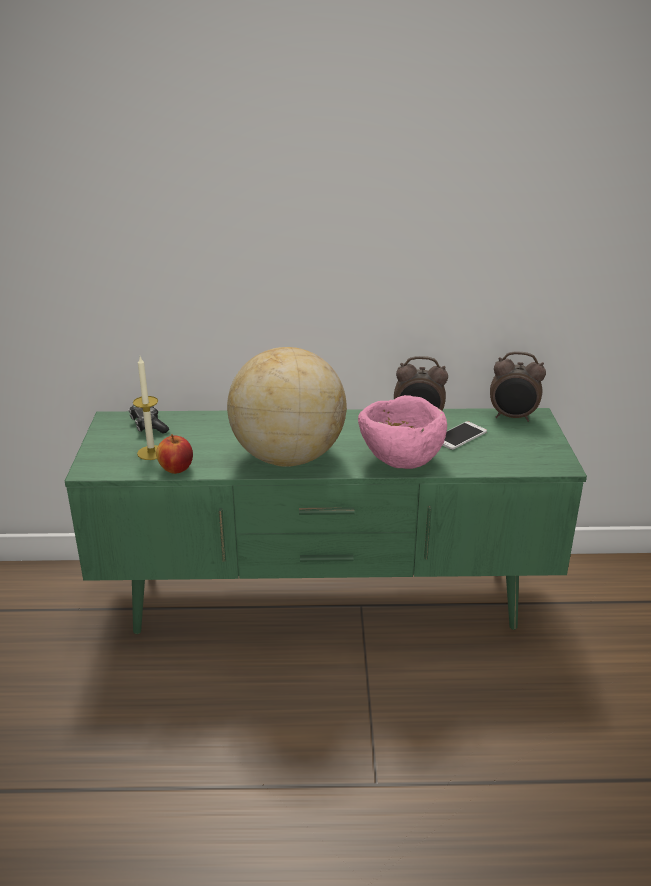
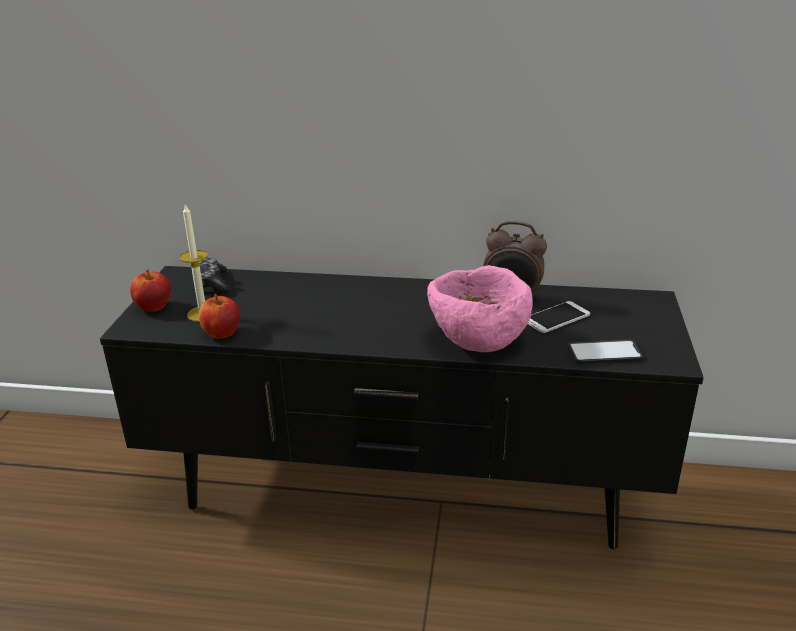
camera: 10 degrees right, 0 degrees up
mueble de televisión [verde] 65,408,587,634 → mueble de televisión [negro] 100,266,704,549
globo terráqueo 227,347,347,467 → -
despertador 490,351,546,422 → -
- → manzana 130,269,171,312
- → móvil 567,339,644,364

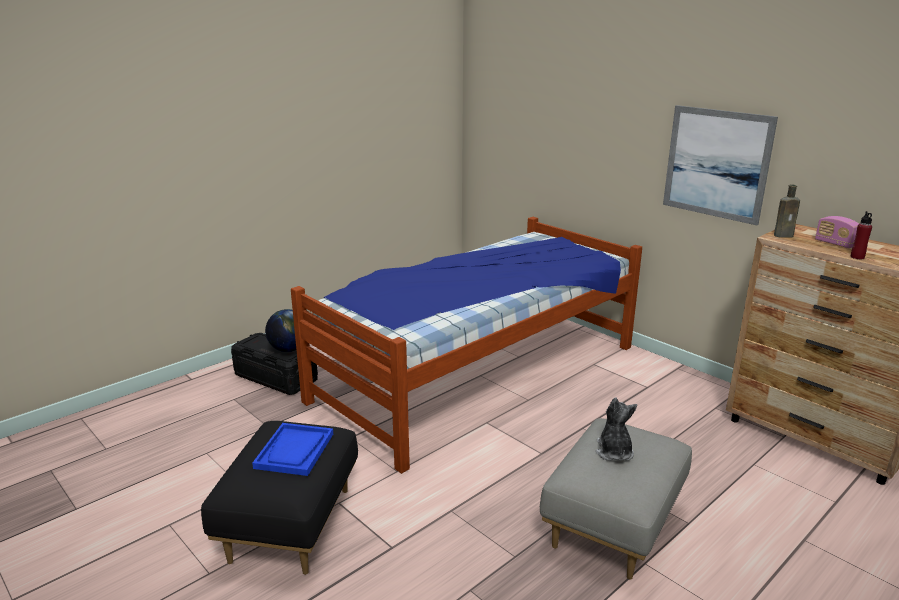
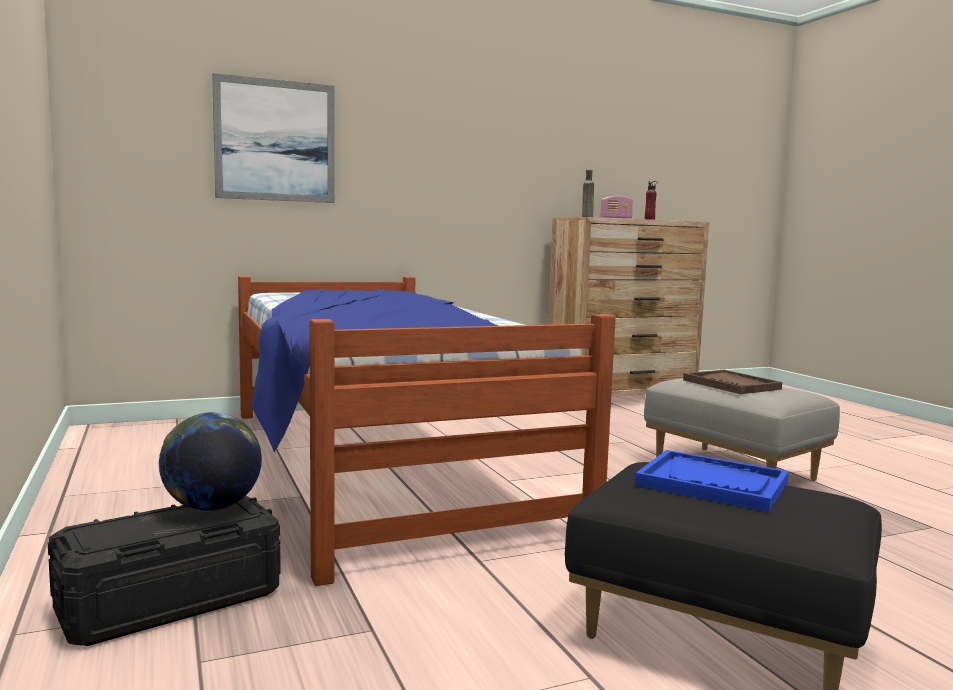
camera: 70 degrees left, 15 degrees down
peluche 596,397,637,461 → bandeja [marrón] 683,370,782,394
cuadro 663,105,778,225 → cuadro 212,73,335,203, move

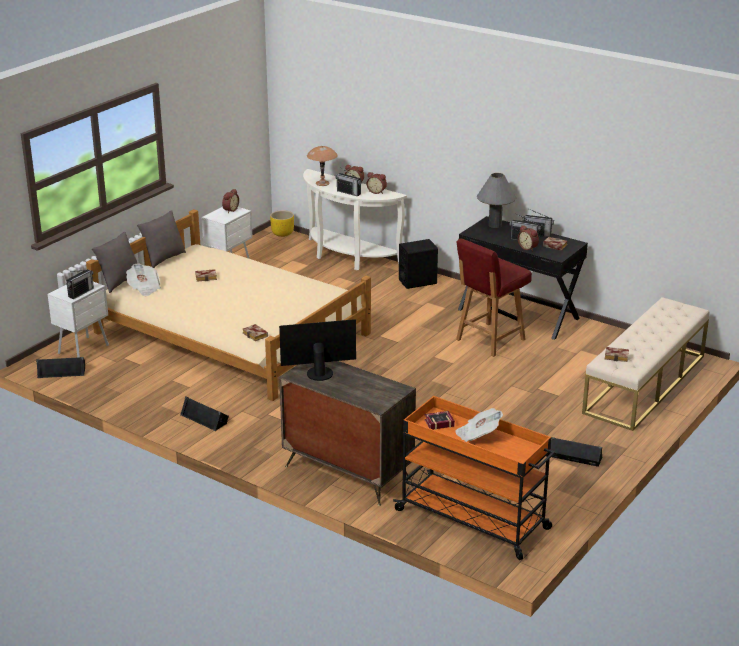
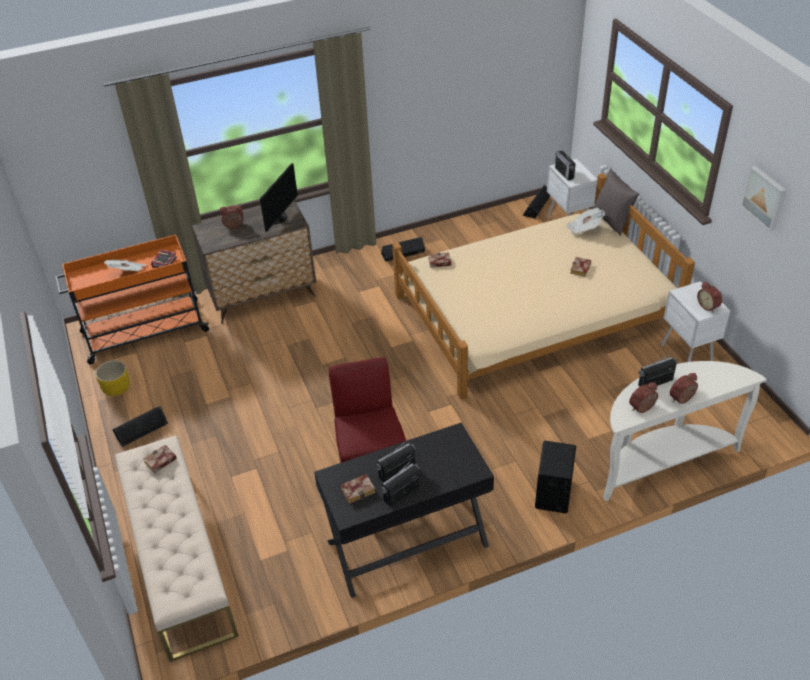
camera: 125 degrees right, 15 degrees up
cojín [gris] 137,210,186,268 → -
maceta [amarillo] 270,210,294,237 → maceta [amarillo] 95,360,130,396, move
lámpara de mesa [marrón] 307,146,338,186 → -
lámpara de mesa [gris] 477,173,516,228 → -
despertador 518,225,539,251 → despertador 220,205,243,229, move
- → cuadro 741,165,786,231

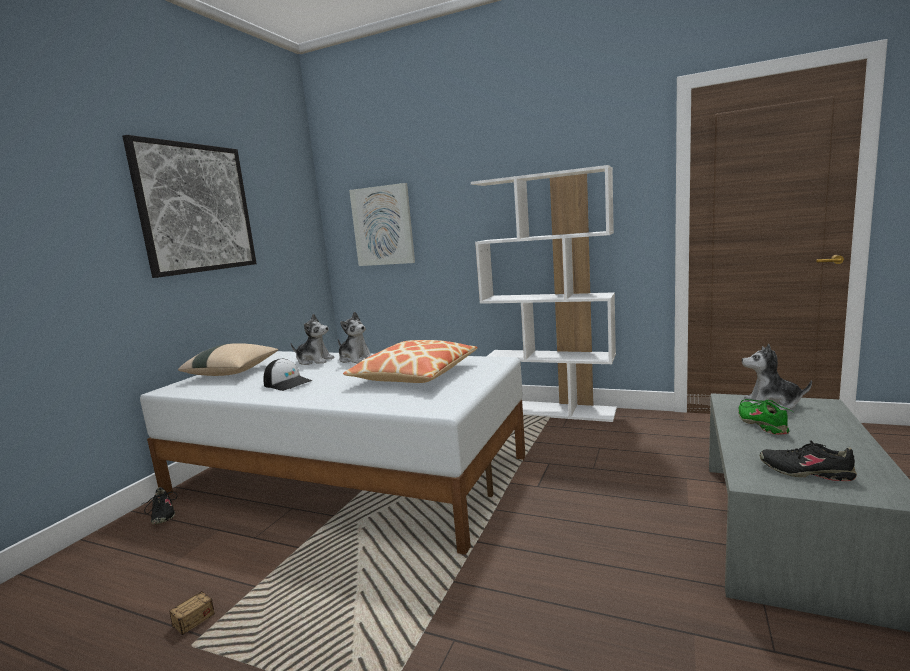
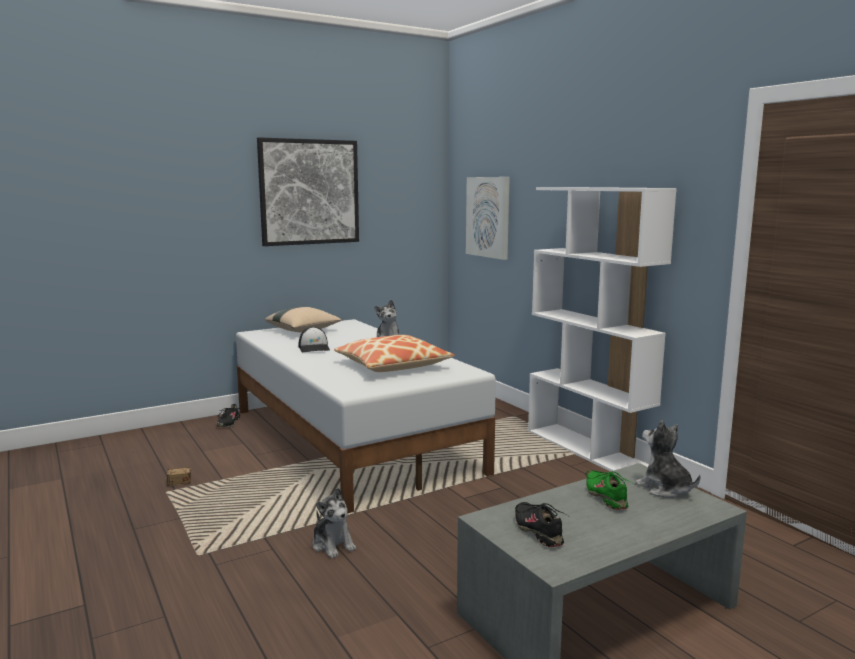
camera: 35 degrees right, 0 degrees up
peluche 291,314,334,365 → peluche 312,488,356,558, move
zapato [verde] 738,399,793,435 → zapato [verde] 586,470,635,510, 45 degrees counterclockwise

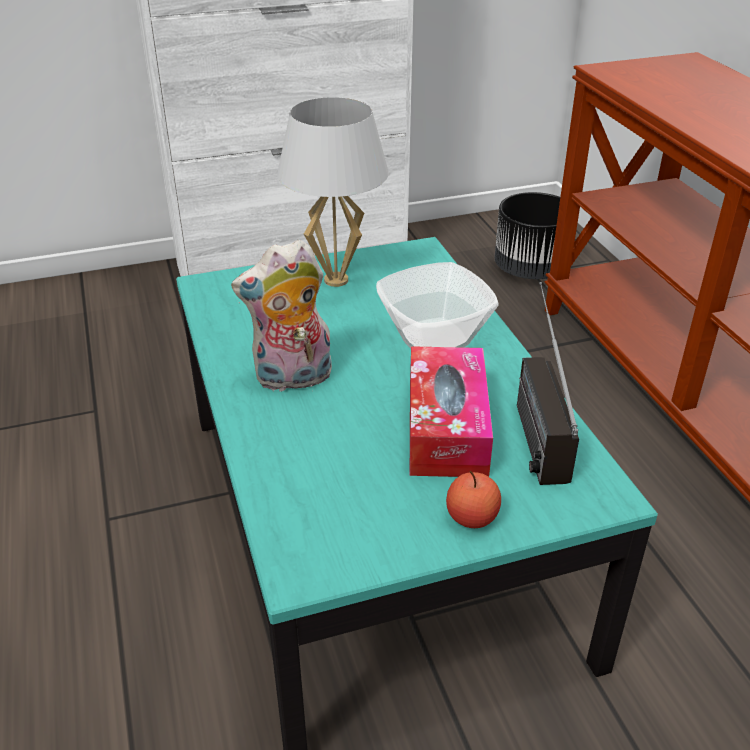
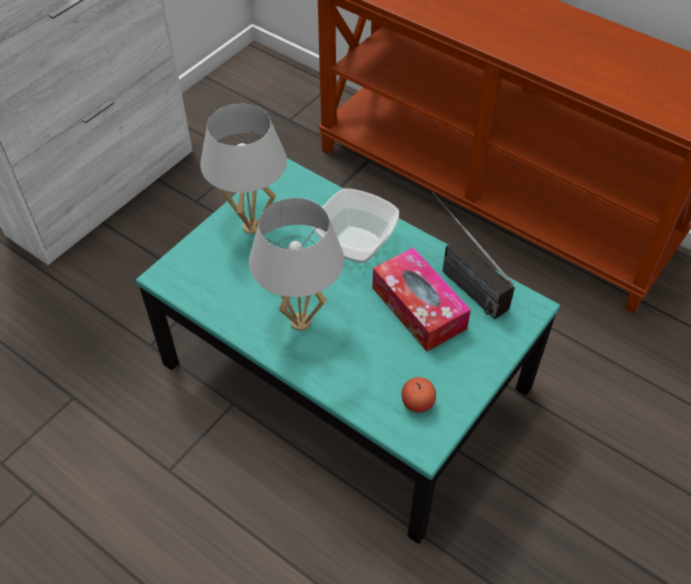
camera: 35 degrees left, 15 degrees up
peluche 231,239,332,392 → lámpara de mesa [blanco] 249,198,344,331
manzana 446,471,501,528 → manzana 402,377,436,413, move
maceta [negro] 495,192,560,279 → -

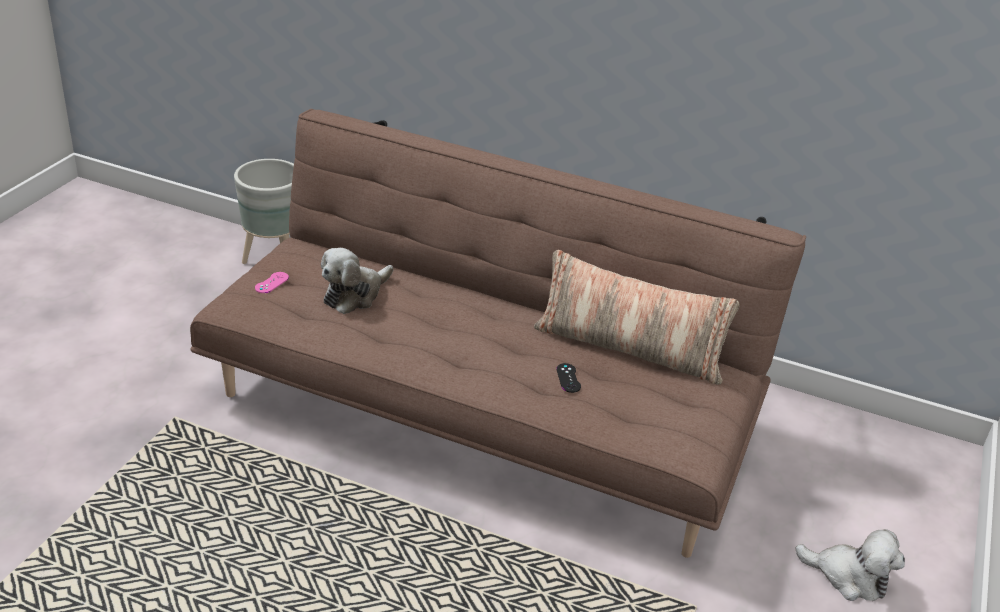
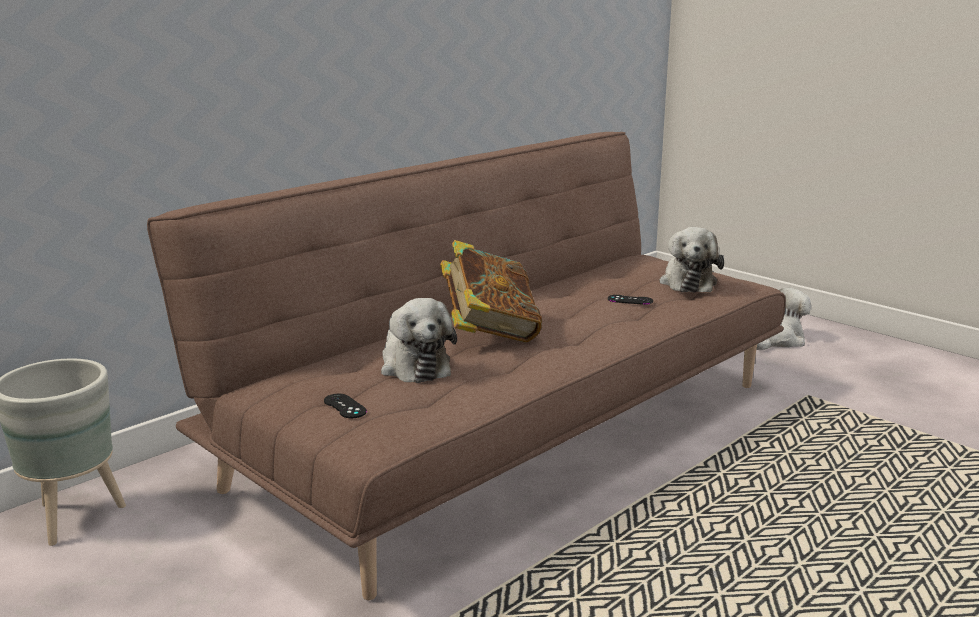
camera: 65 degrees left, 15 degrees down
mando de consola [rosa] 255,272,289,293 → mando de consola [negro] 324,394,367,418
cojín 534,250,740,385 → -
- → libro 440,240,542,342
- → peluche 659,227,724,293

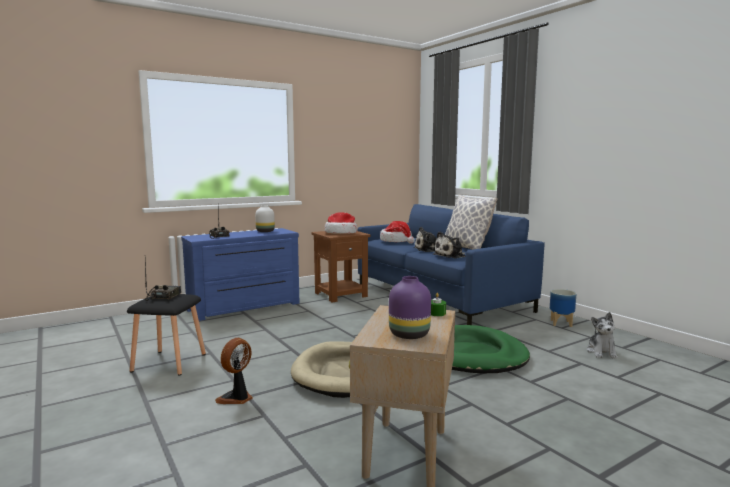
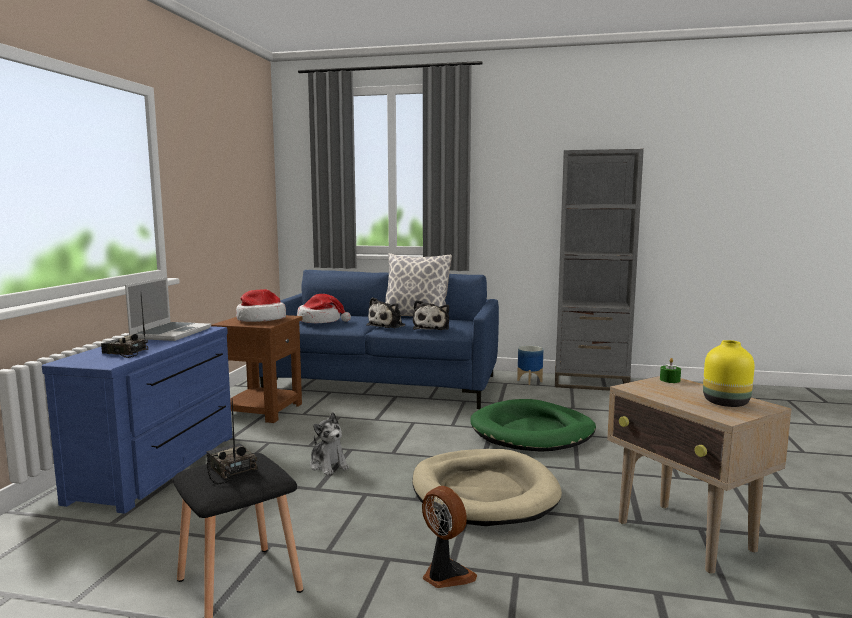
camera: 45 degrees left, 0 degrees up
ventilador 215,338,253,404 → ventilador 422,486,477,588, 150 degrees clockwise
florero [blanco] 255,205,275,232 → portátil 125,277,211,341
florero [morado] 389,276,431,339 → florero [amarillo] 703,340,754,407
peluche 587,312,618,359 → peluche 310,412,350,475, move
- → estantería [gris] 555,149,644,391

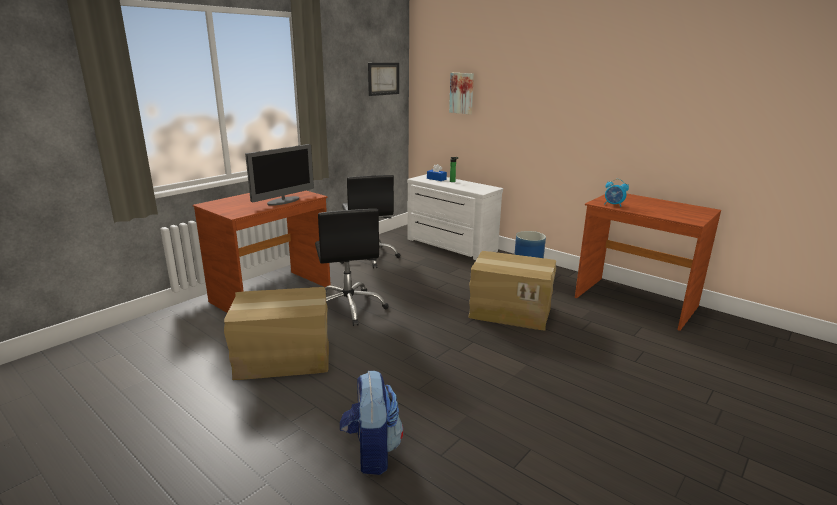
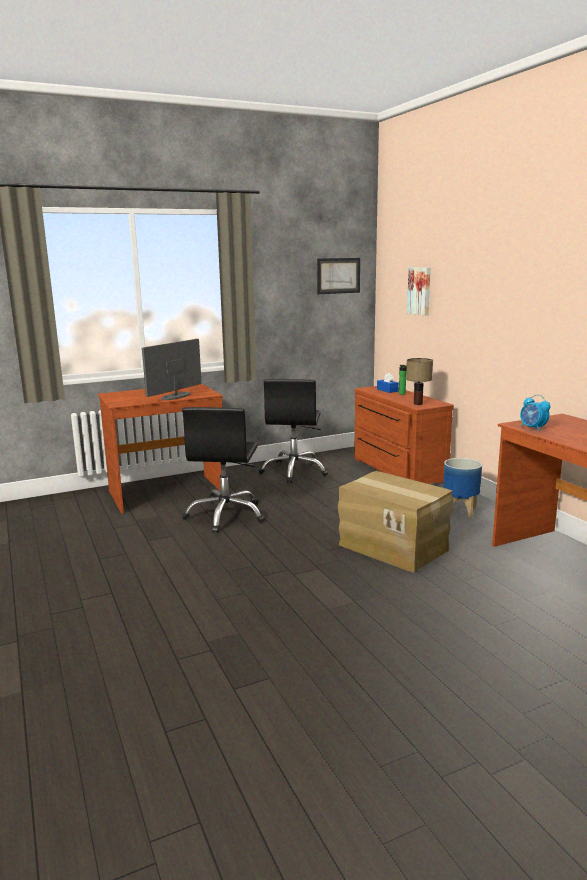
camera: 25 degrees right, 5 degrees down
caja de cartón 224,287,329,380 → -
monitor 245,144,314,206 → monitor 142,339,202,400, 150 degrees clockwise
mochila 340,371,403,475 → -
cómoda [blanco] 407,174,503,260 → cómoda [marrón] 354,386,454,484
- → lámpara de mesa 406,358,433,405

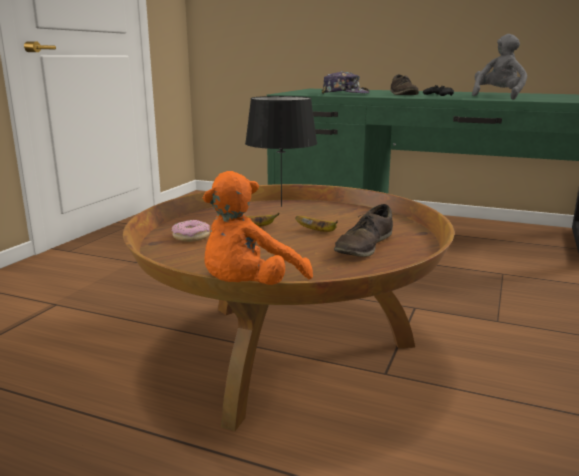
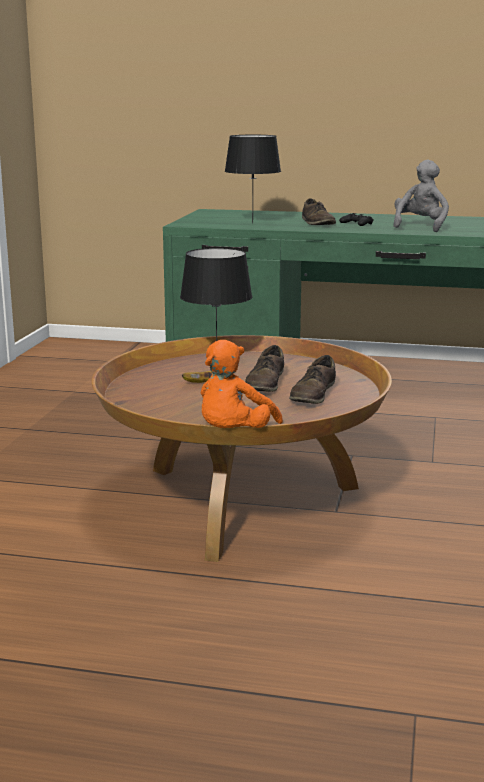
camera: 10 degrees left, 0 degrees up
rosquilla 172,220,210,242 → -
plátano 295,216,338,232 → zapato [marrón] 245,345,284,392
gorra 322,71,370,94 → lámpara de mesa [negro] 225,135,281,223

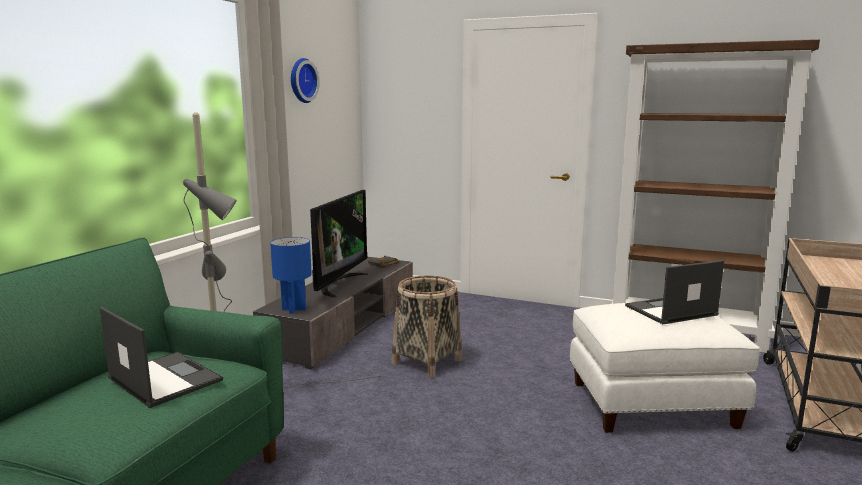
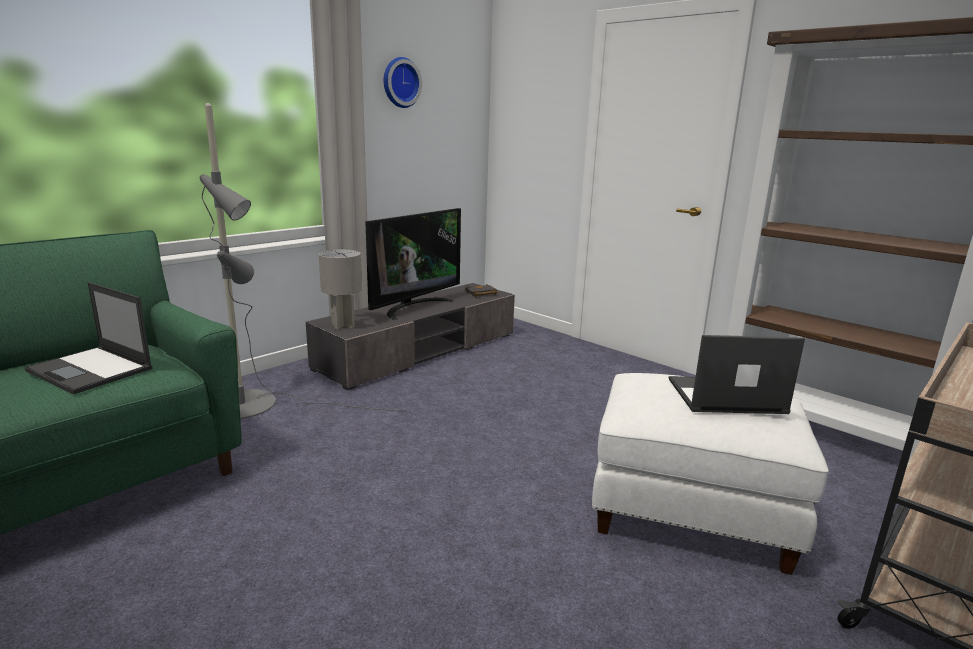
camera: 20 degrees right, 5 degrees up
portátil 100,307,223,408 → portátil 24,282,153,395, 150 degrees clockwise
lámpara de mesa [azul] 270,237,312,314 → lámpara de mesa [gris] 319,249,362,330
cesta 392,276,462,377 → -

